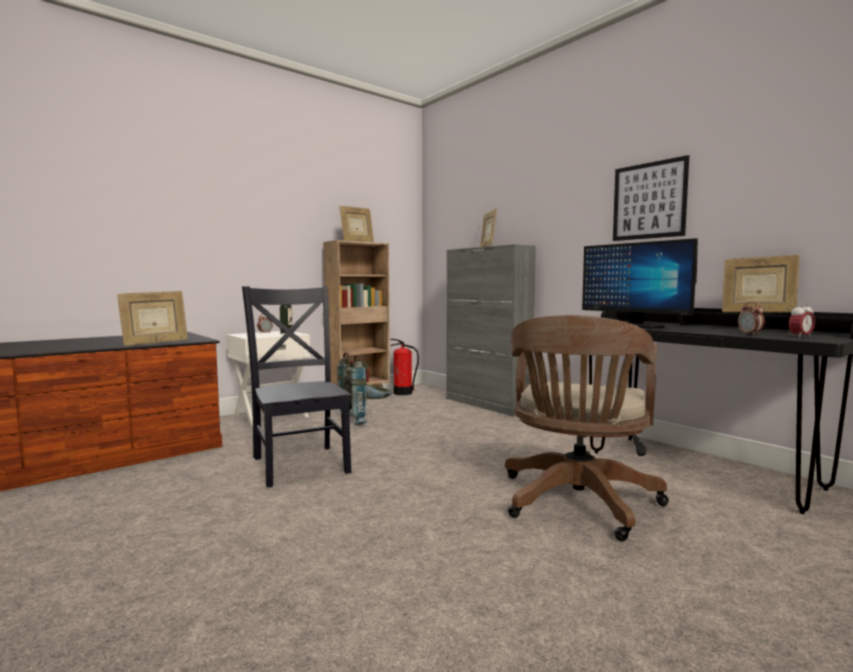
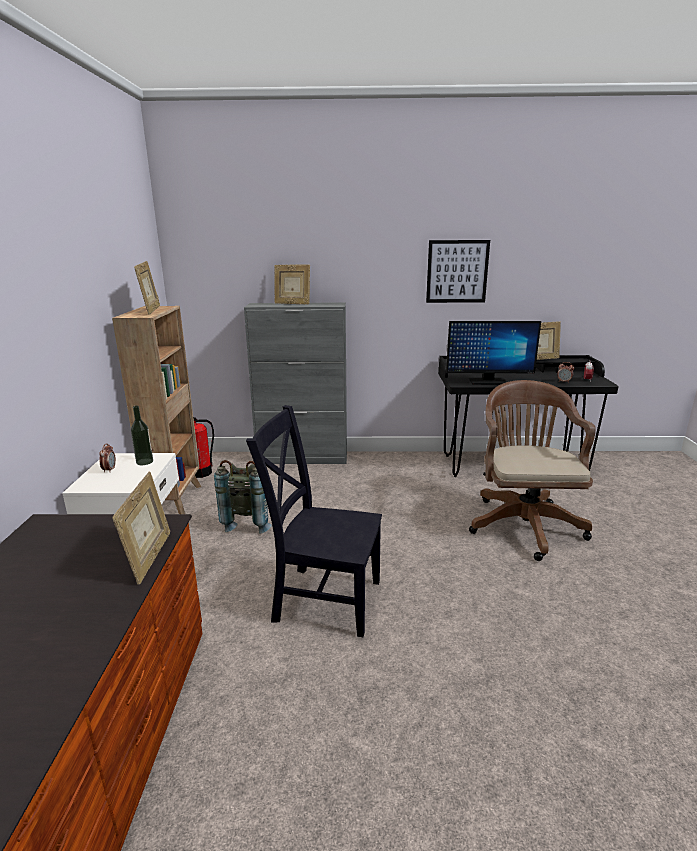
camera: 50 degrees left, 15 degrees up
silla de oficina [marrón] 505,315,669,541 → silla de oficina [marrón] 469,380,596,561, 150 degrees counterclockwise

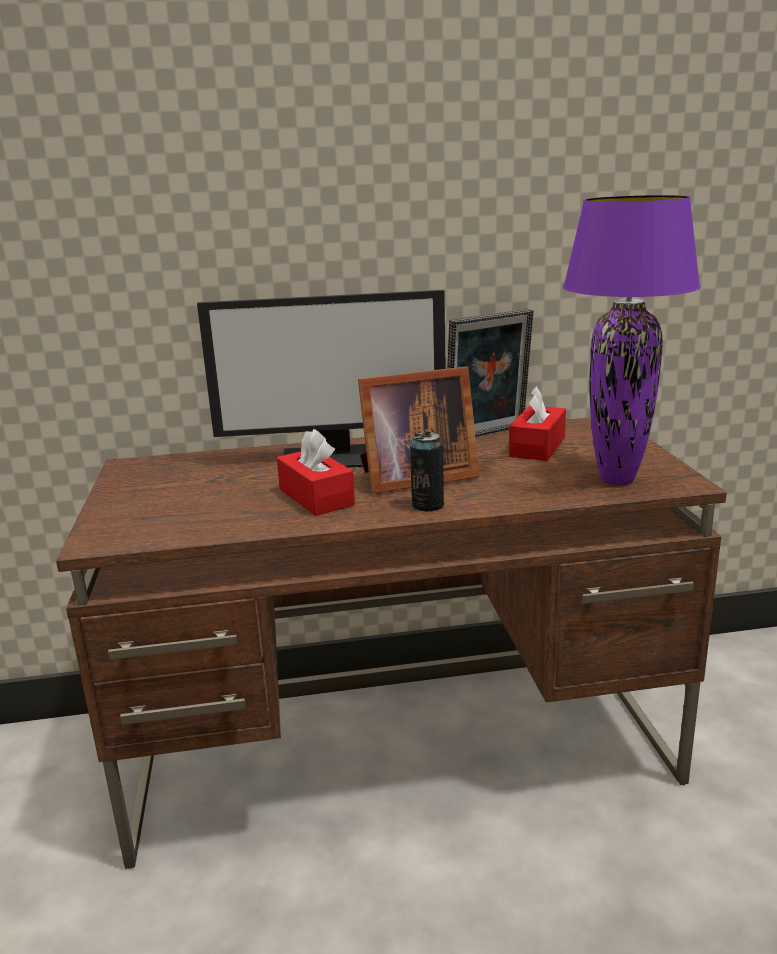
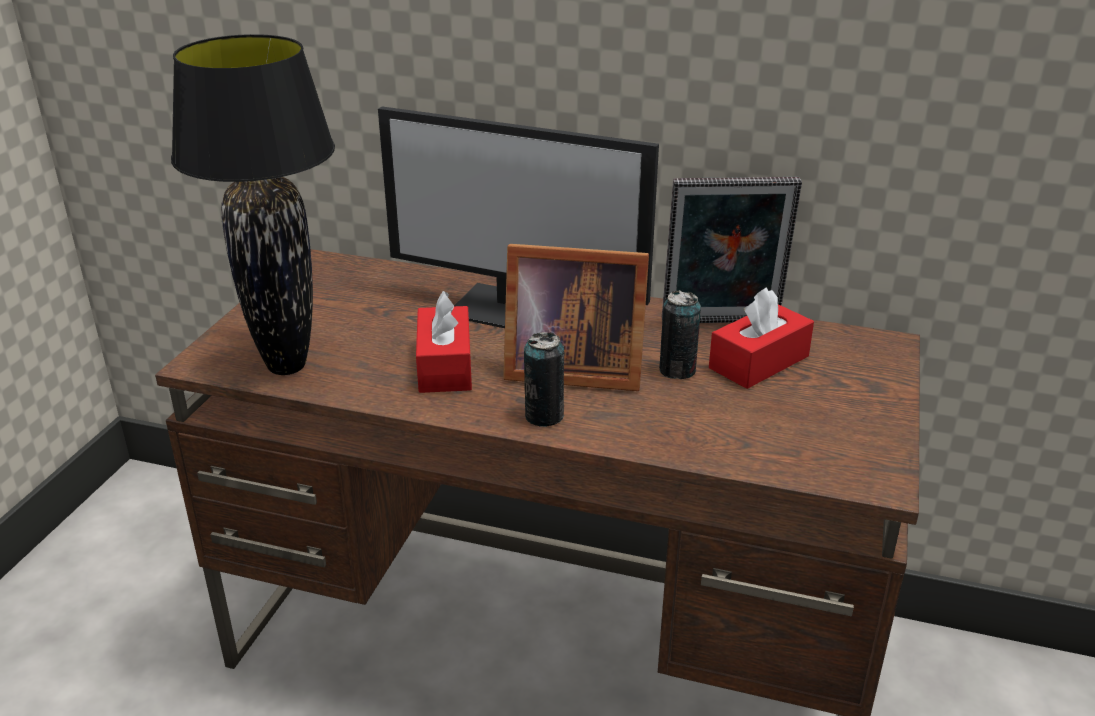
camera: 25 degrees right, 10 degrees up
lámpara de mesa [morado] 563,195,701,486 → -
- → lámpara de mesa [negro] 171,34,335,375
- → lata 659,290,701,379

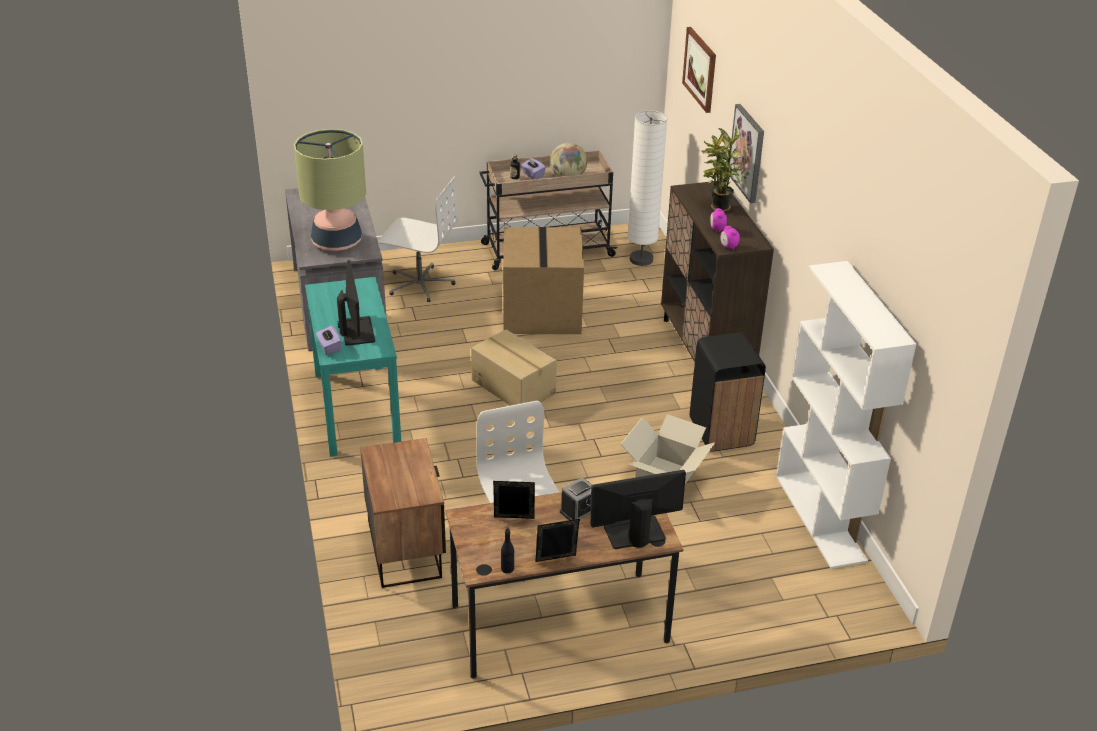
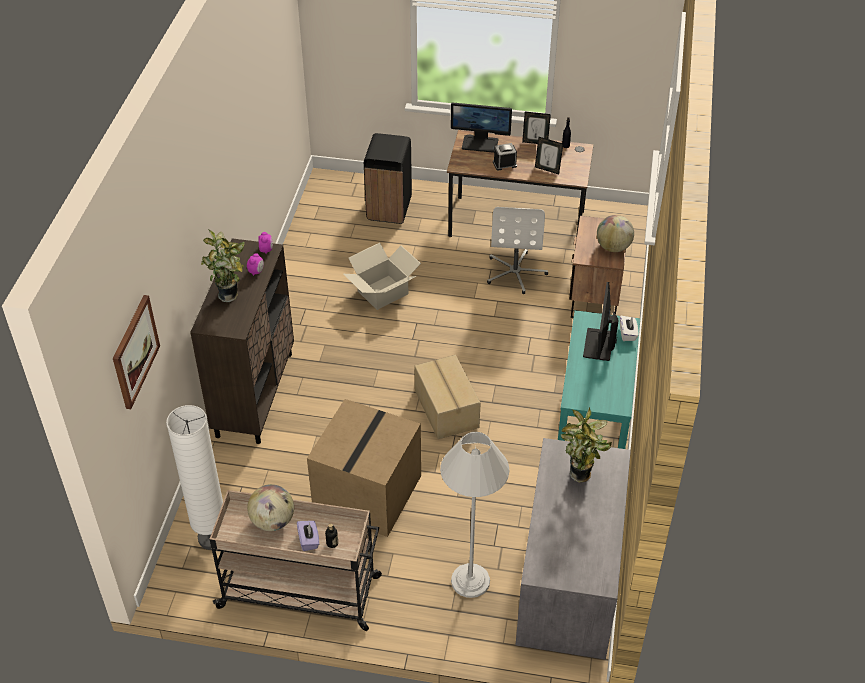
camera: 155 degrees left, 10 degrees up
lámpara de mesa 294,129,366,251 → planta en maceta 561,407,612,483
caja de pañuelos [morado] 316,326,341,355 → caja de pañuelos [blanco] 620,316,638,341
silla de oficina [blanco] 378,177,458,302 → lámpara de pie [blanco] 440,432,510,598
papelera [negro] 690,332,766,452 → papelera [negro] 364,133,412,224, move
cuadro 730,104,764,203 → -
estantería [blanco] 776,261,917,569 → -
- → globo terráqueo 597,215,634,252

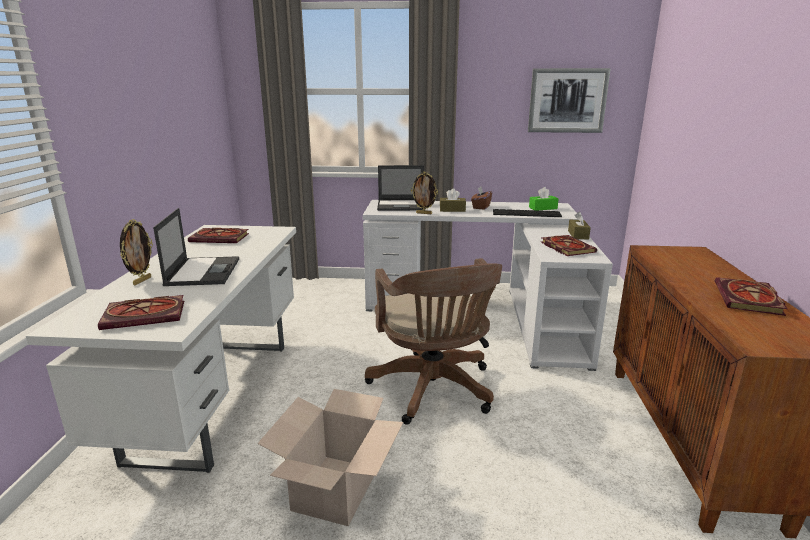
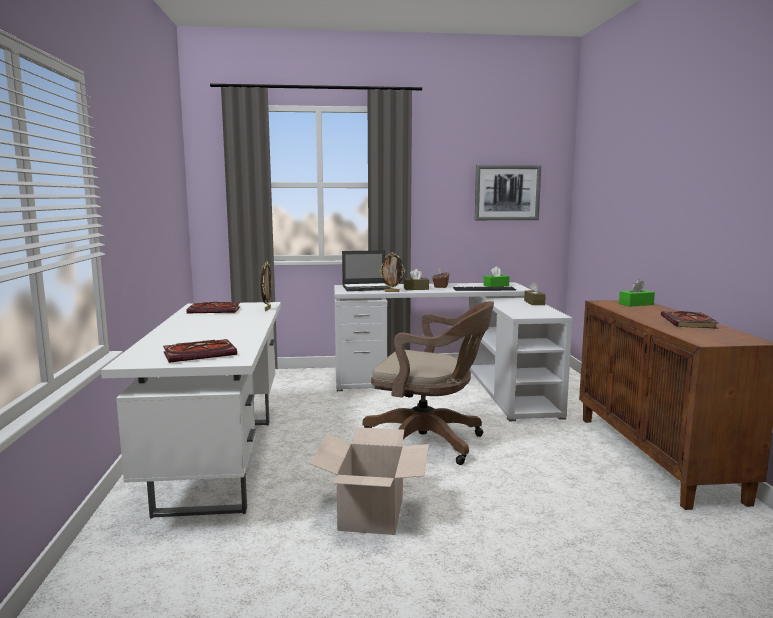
camera: 10 degrees left, 10 degrees down
portarretratos 120,219,153,285 → portarretratos 260,261,272,311, move
portátil 153,208,239,286 → -
silla de oficina [marrón] 365,258,502,425 → silla de oficina [marrón] 362,301,494,465, 45 degrees counterclockwise
libro 541,235,597,256 → -
- → caja de pañuelos [verde] 619,279,655,307

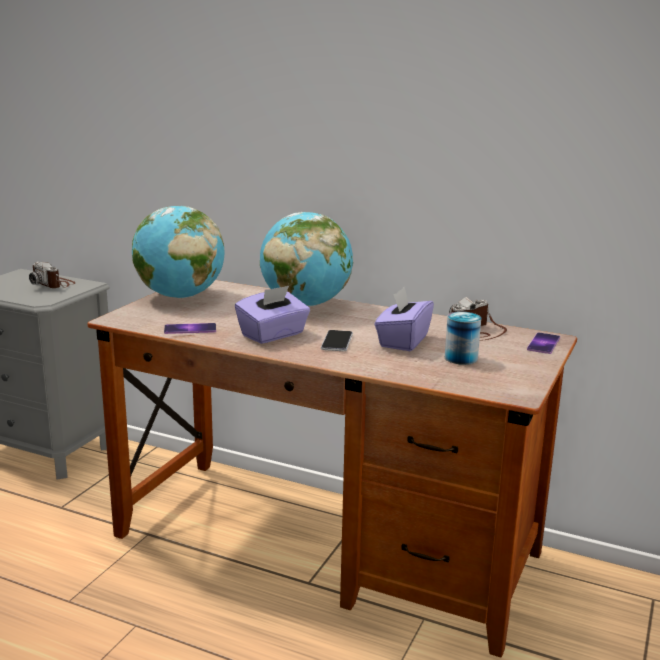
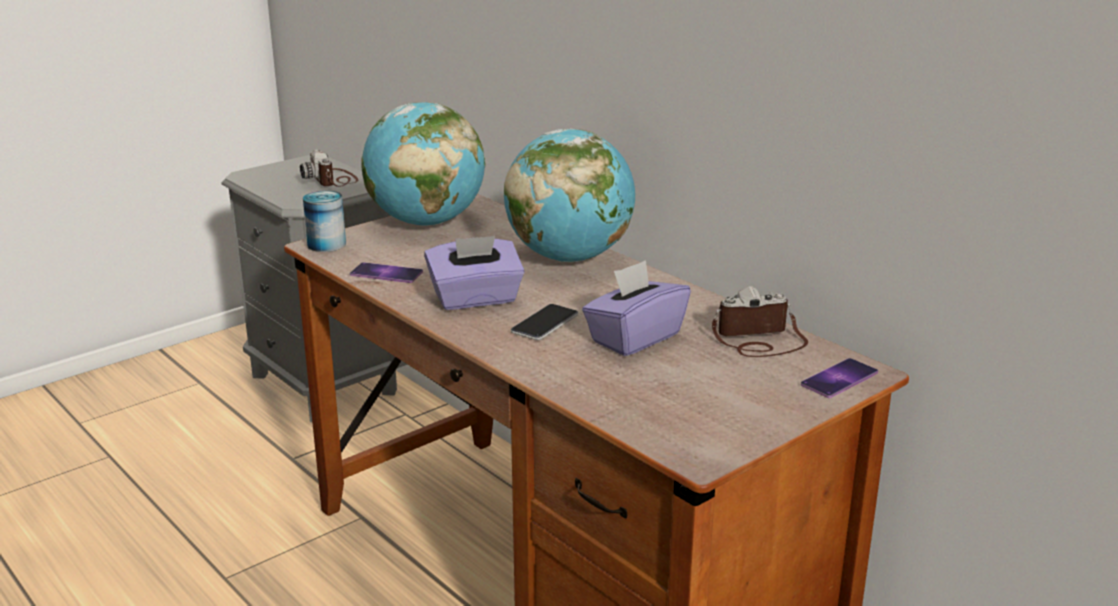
camera: 25 degrees right, 5 degrees up
lata 445,311,481,365 → lata 303,190,346,252, move

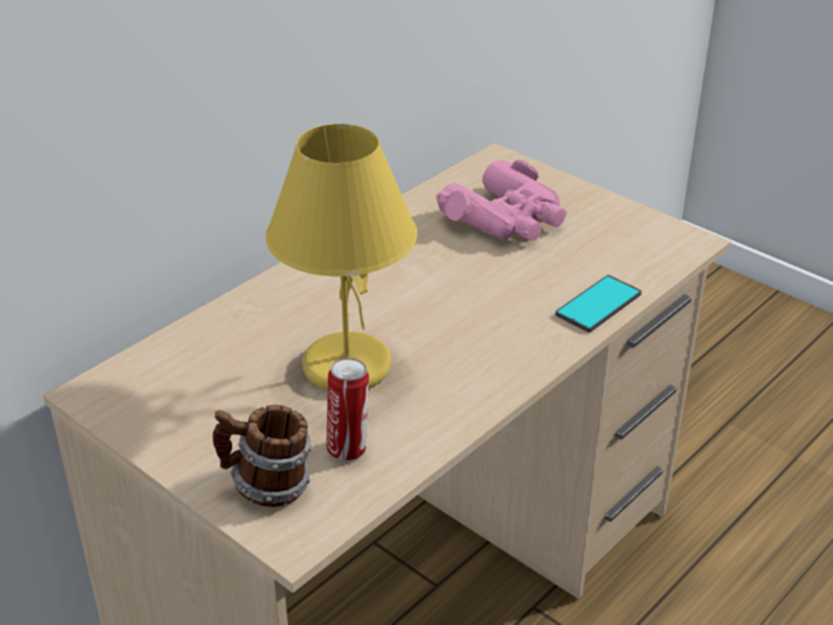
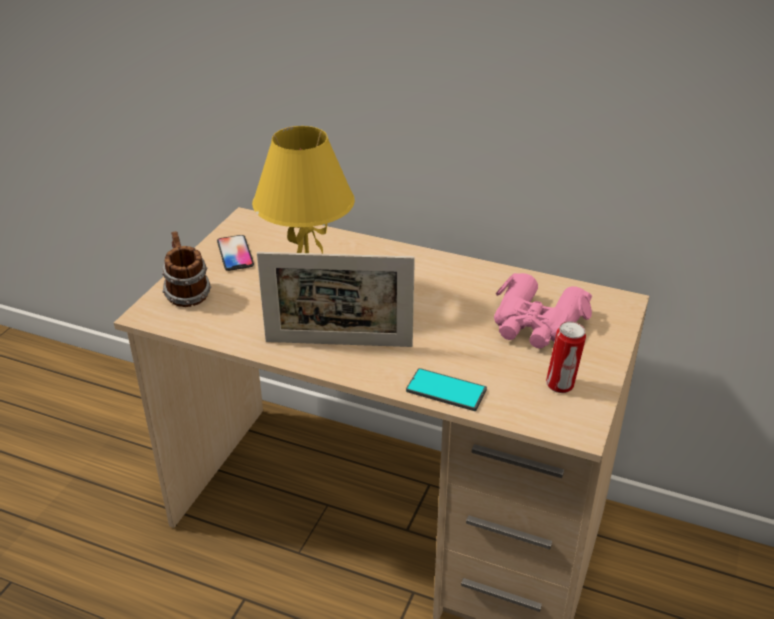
camera: 70 degrees right, 0 degrees up
lata 326,358,369,461 → lata 546,321,586,393, move
- → móvil 217,235,254,271
- → portarretratos 257,252,415,347

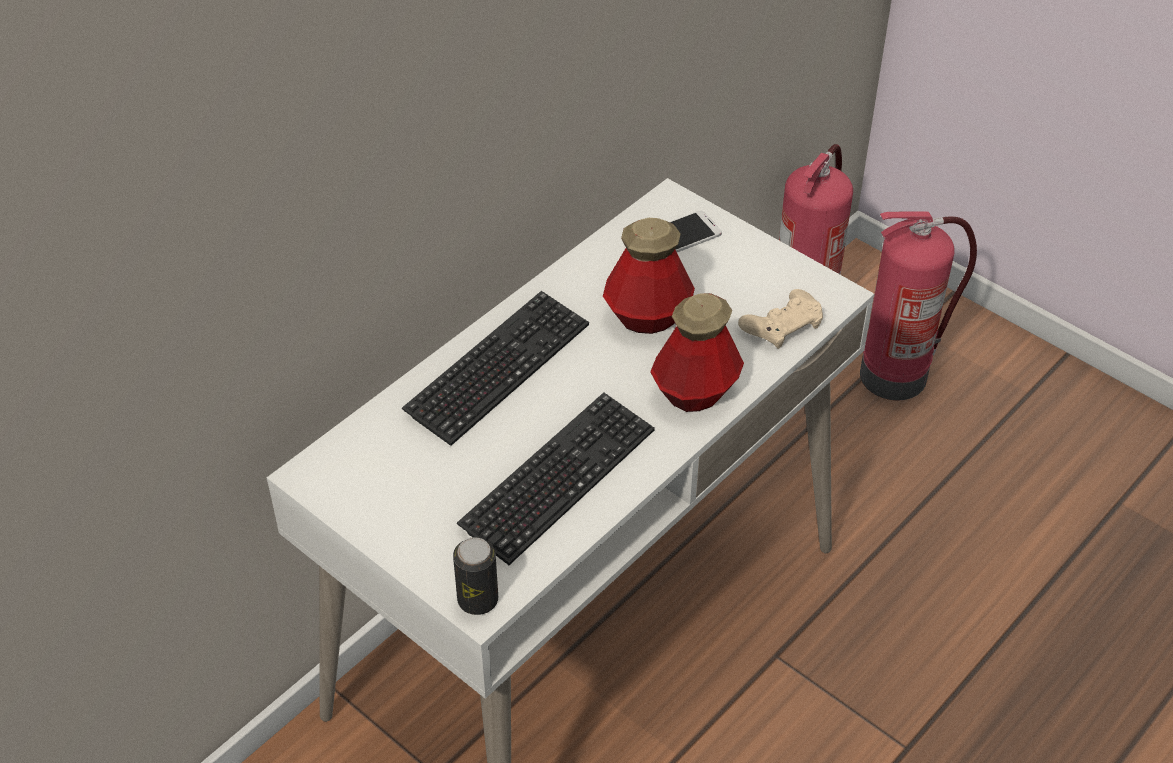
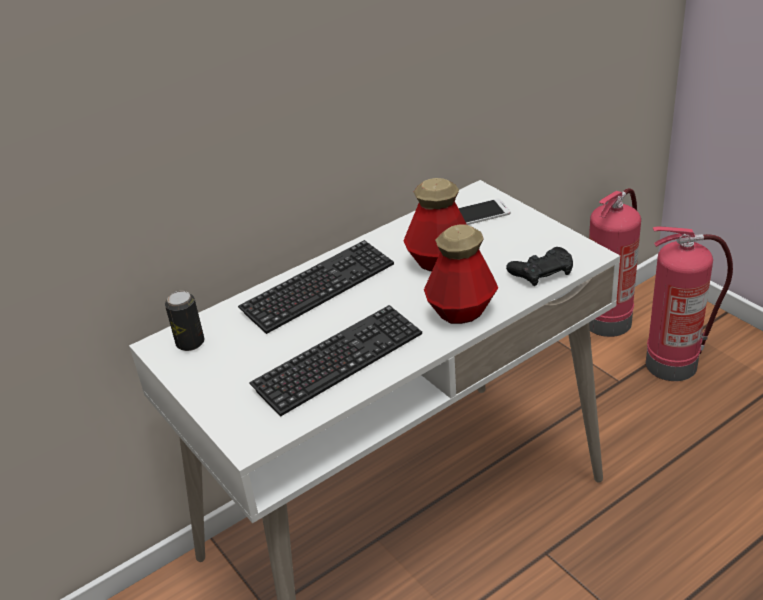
camera: 15 degrees right, 10 degrees down
lata 453,537,498,615 → lata 165,291,204,351, move
mando de consola [beis] 738,289,823,349 → mando de consola [negro] 506,247,573,286

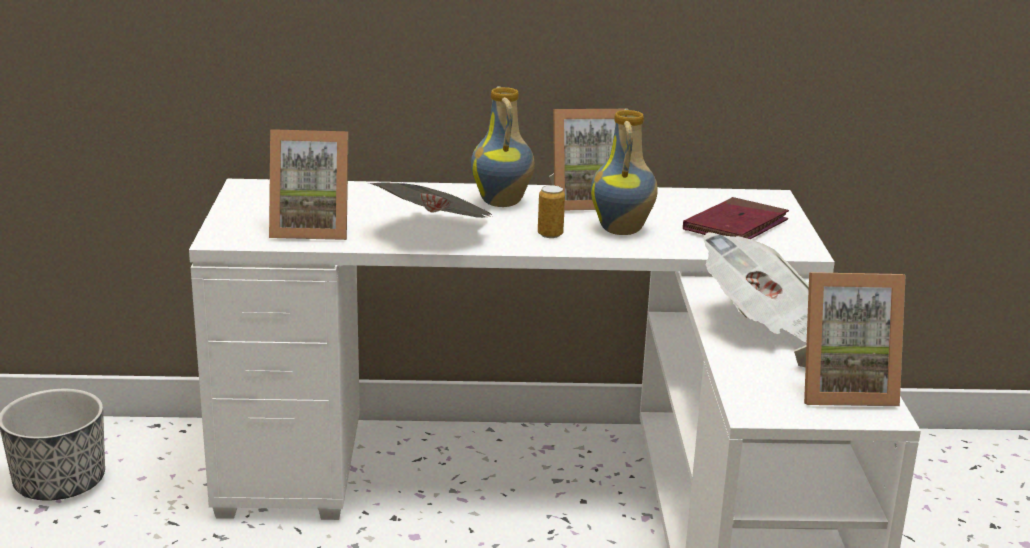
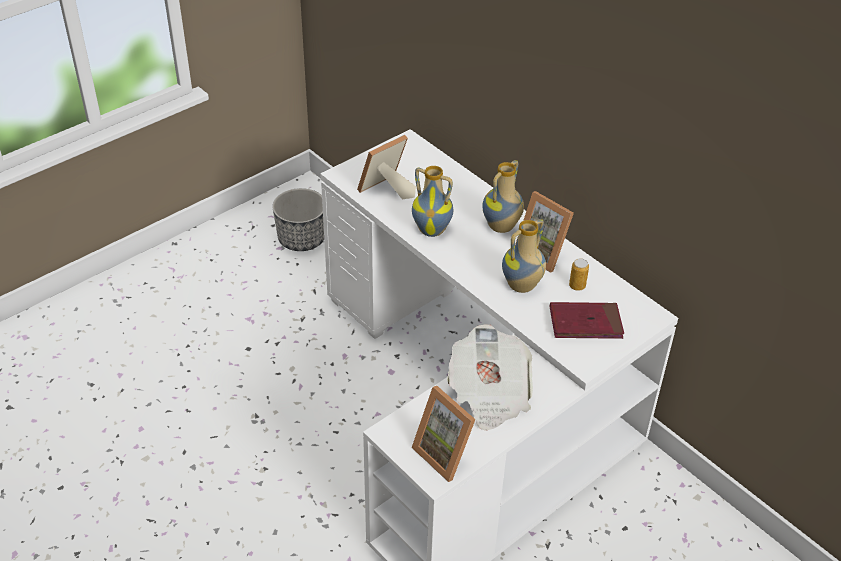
camera: 50 degrees right, 20 degrees up
portarretratos 269,129,348,240 → portarretratos 357,135,416,199, 90 degrees clockwise
periódico 369,182,492,218 → florero 412,166,453,237
lata 538,185,565,238 → lata 569,258,589,291, move

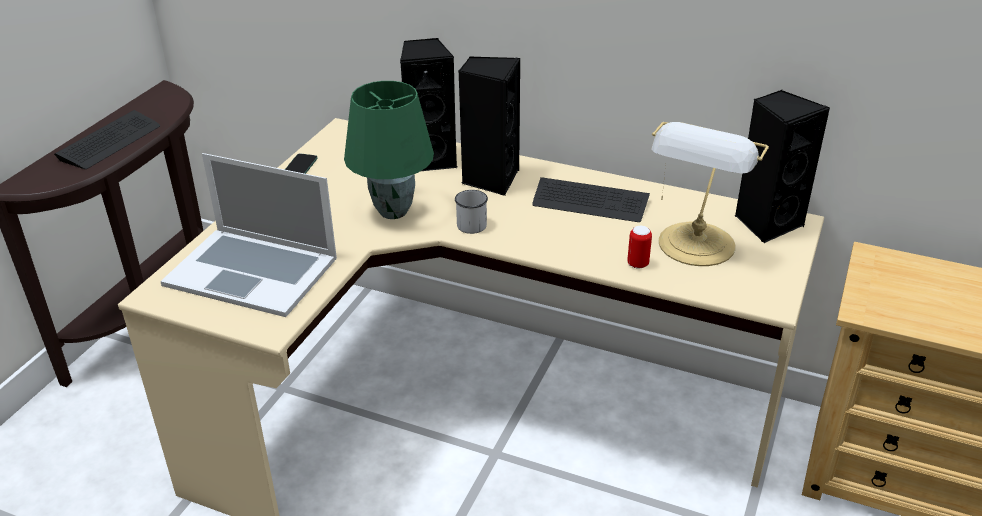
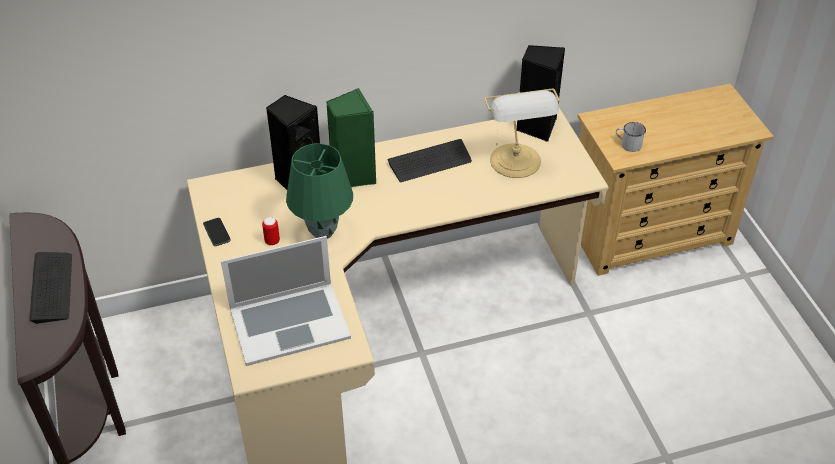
camera: 40 degrees left, 10 degrees up
taza grande [blanco] 455,190,488,234 → taza grande [blanco] 616,122,646,152, move
altavoz [negro] 459,57,520,196 → altavoz [verde] 326,88,376,187
lata 627,226,652,269 → lata 262,217,280,246, move

